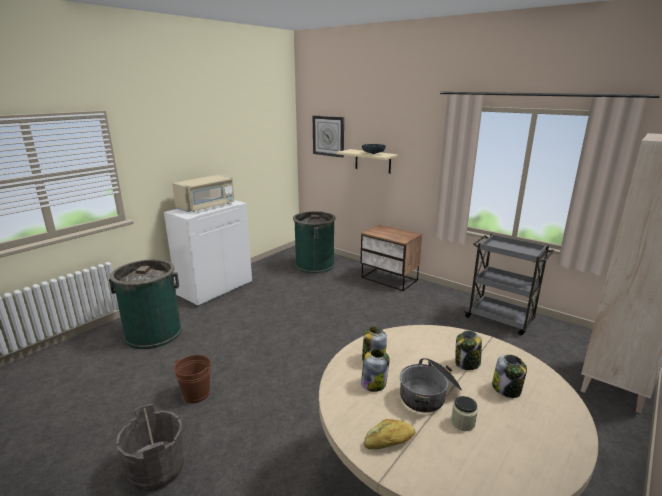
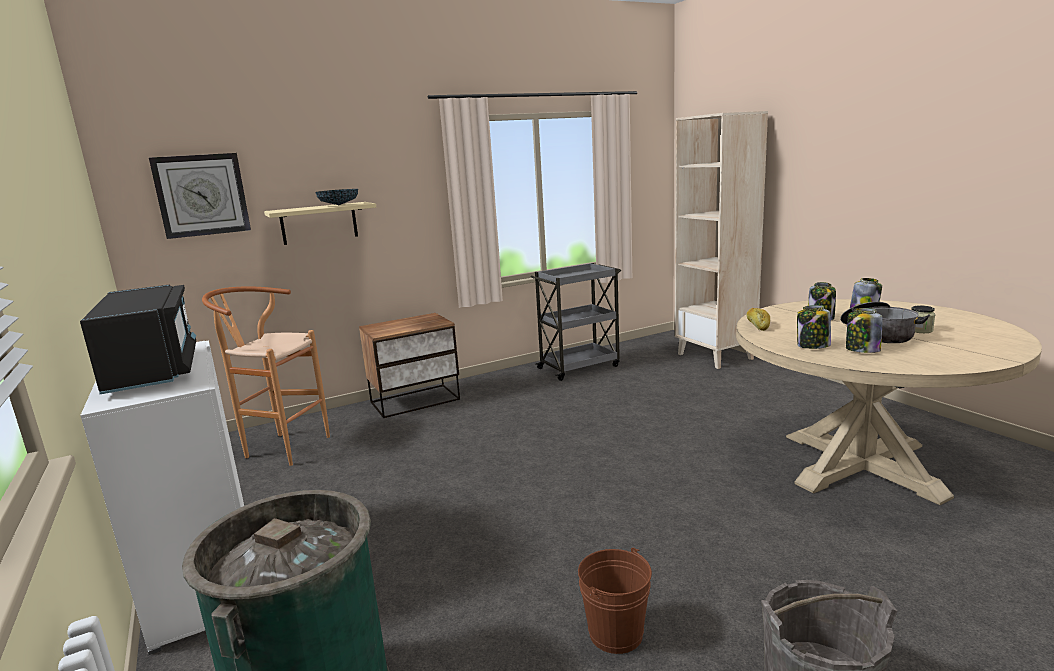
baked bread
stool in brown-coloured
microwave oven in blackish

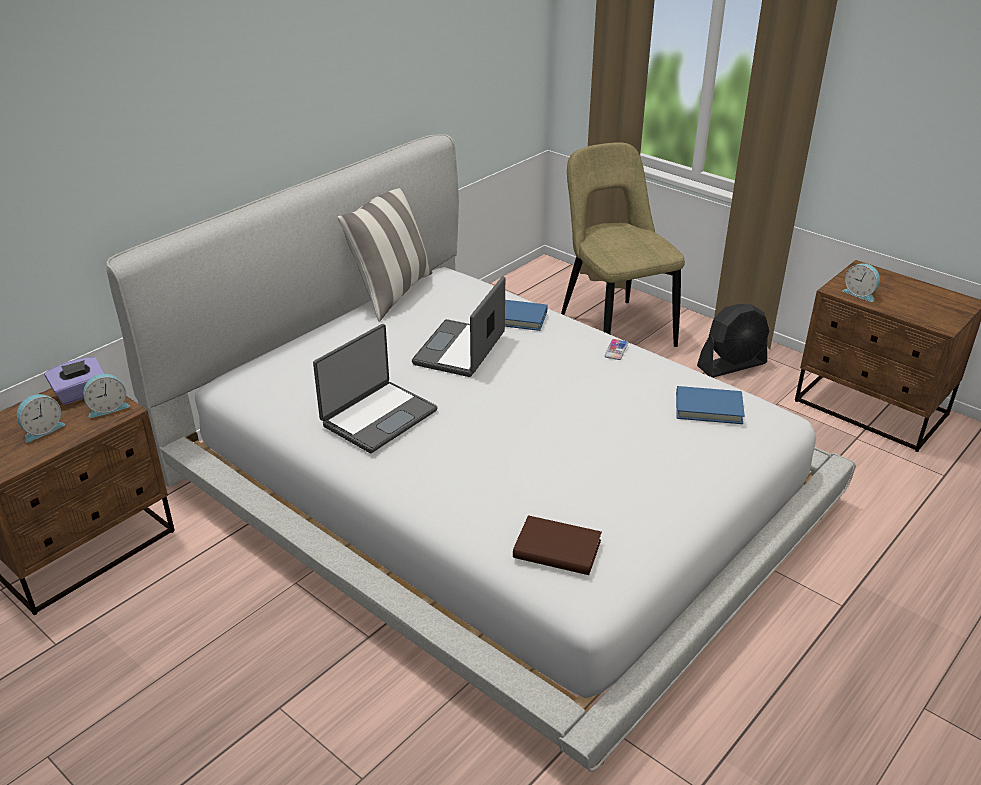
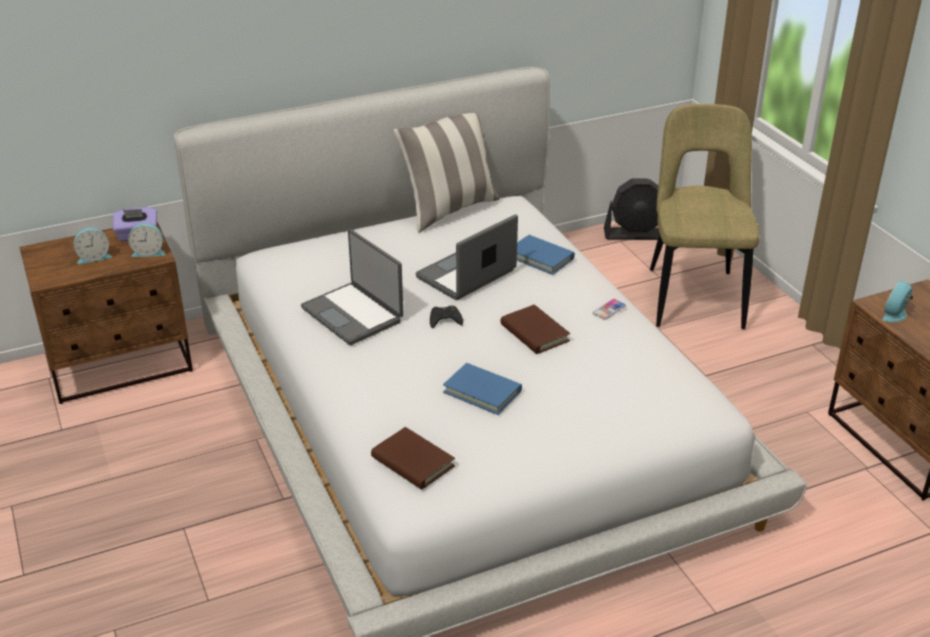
gamepad in blackish
volume in brown-coloured (no. 2 from left)
volume in blue (no. 1 from left)
electric fan in blackish
laptop (no. 1 from left)
bedside clock (no. 3 from left)

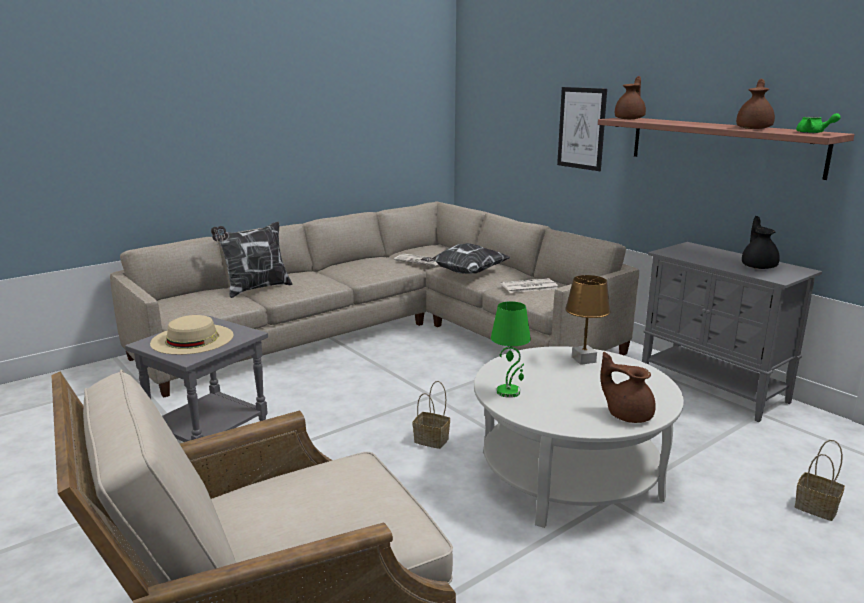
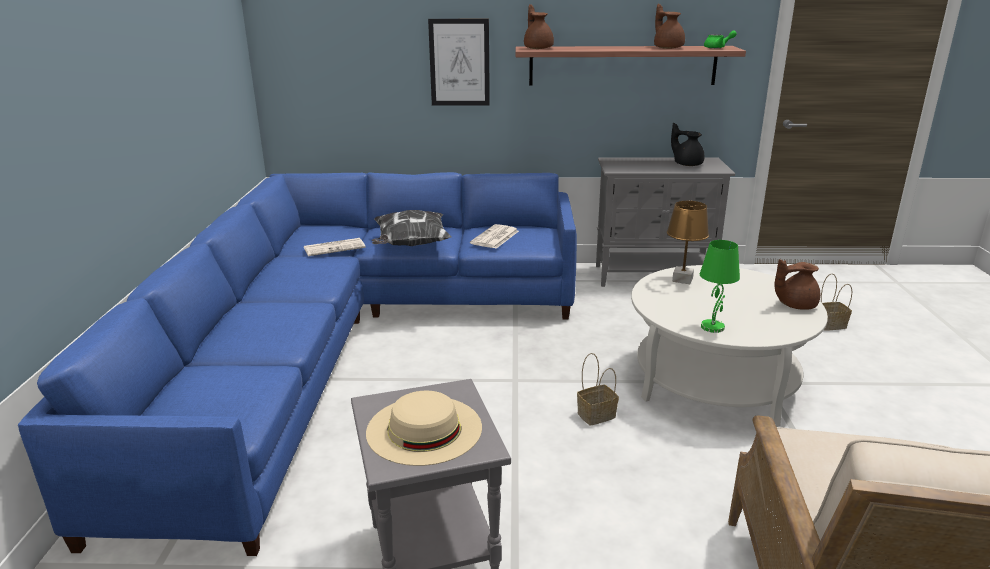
cushion (no. 1 from left in the first image)
couch in blue

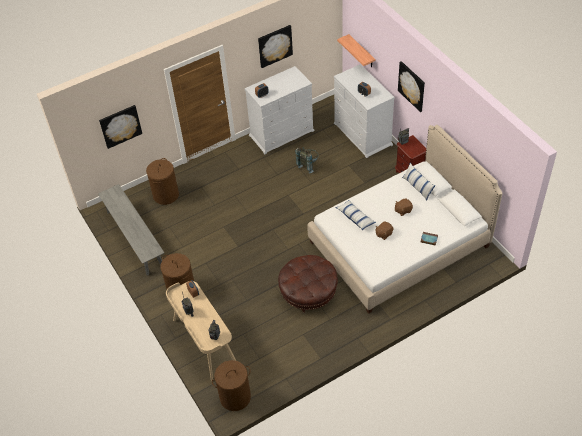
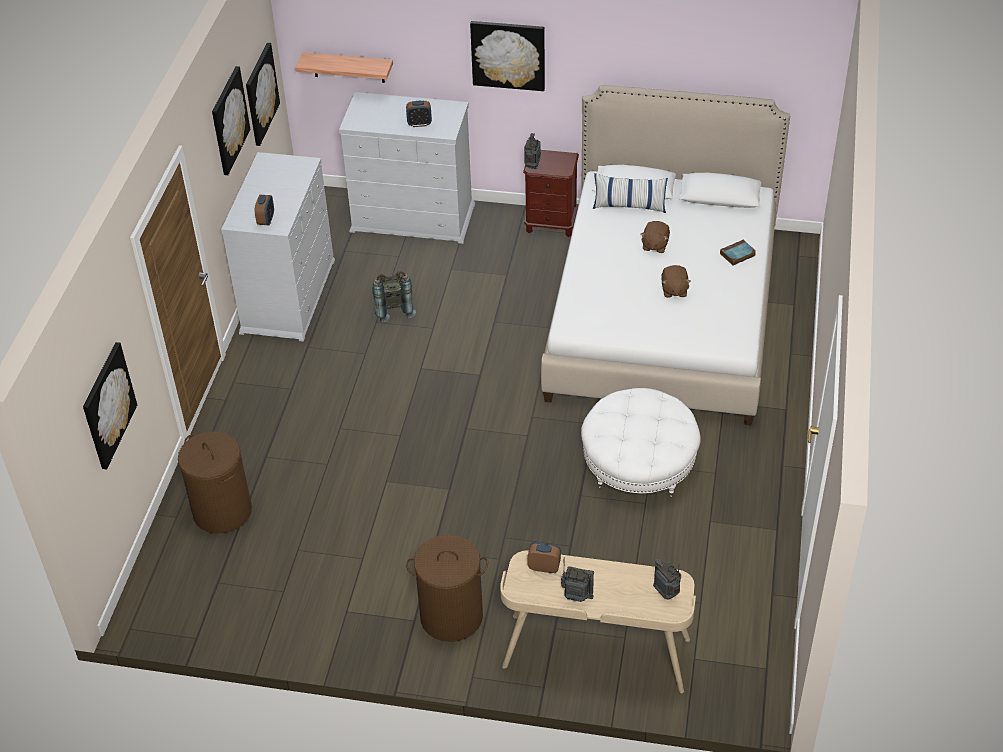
indoor bench in grey
washing basket in brown-coloured (no. 3 from left in the first image)
cushion (no. 1 from left in the first image)
wall art (no. 3 from left)
pouffe in whitish

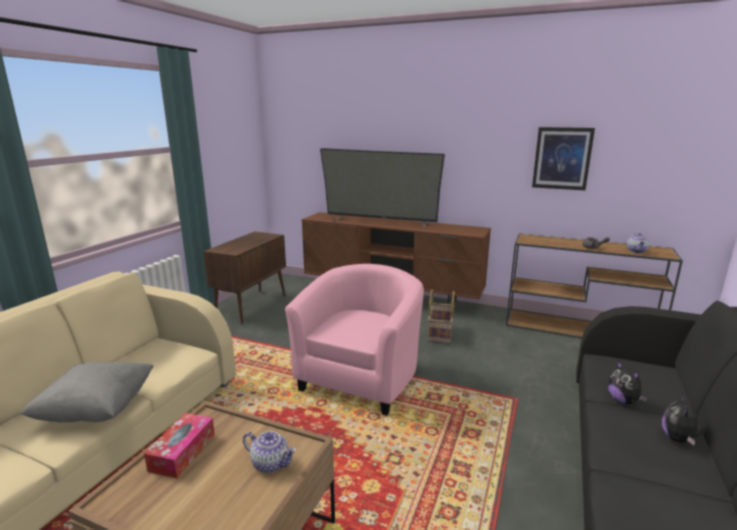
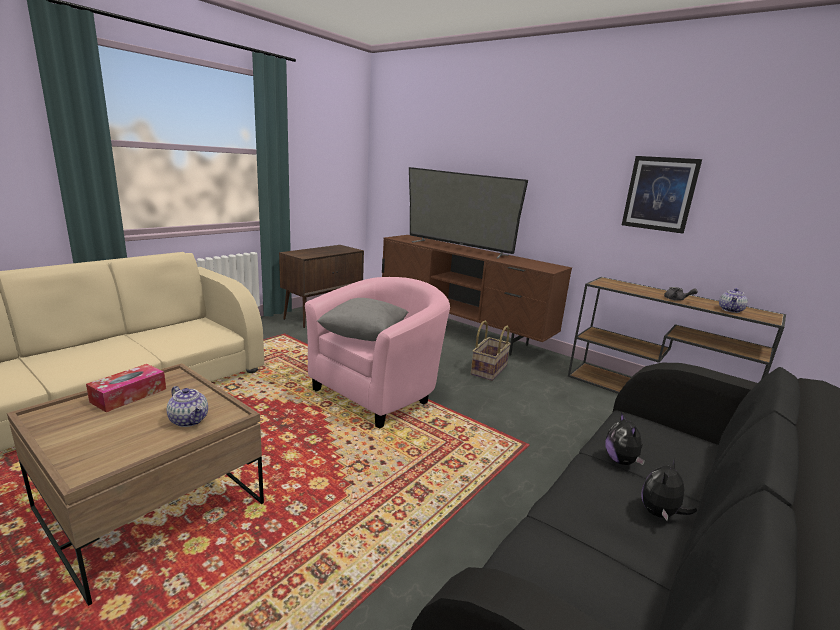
cushion in grey

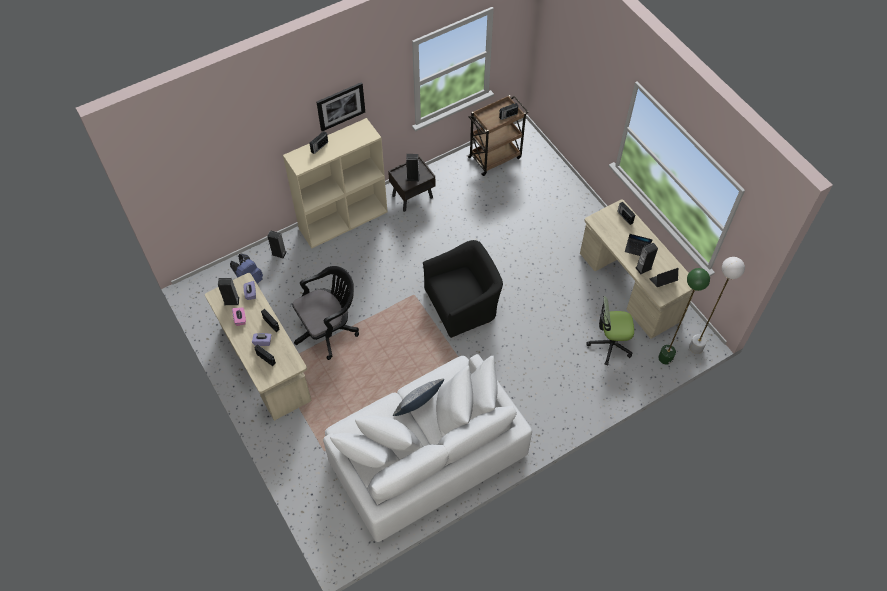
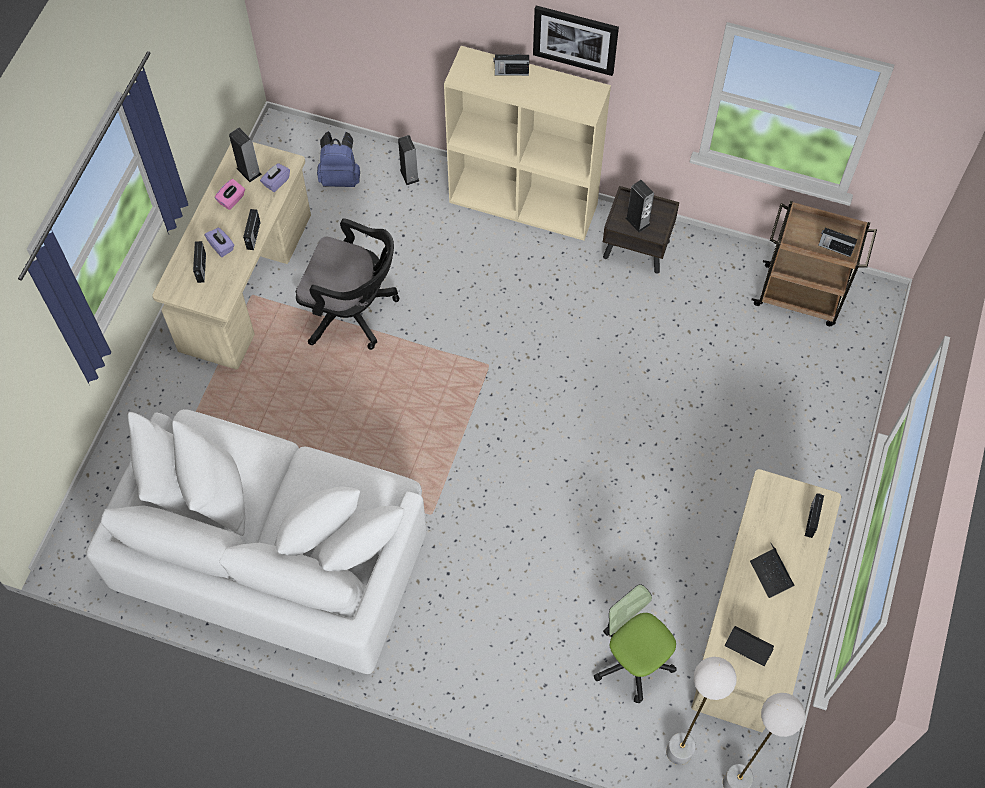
cushion
lounge chair in blackish
speaker (no. 4 from left in the first image)
floor lamp in whitish (no. 1 from left)

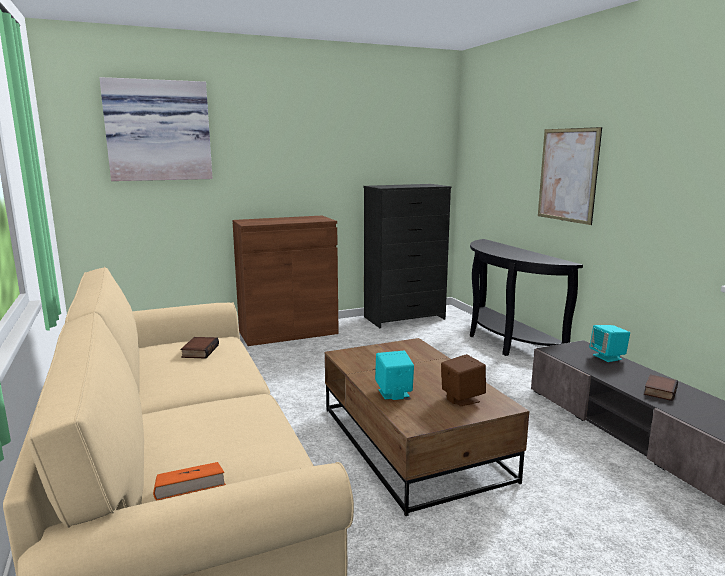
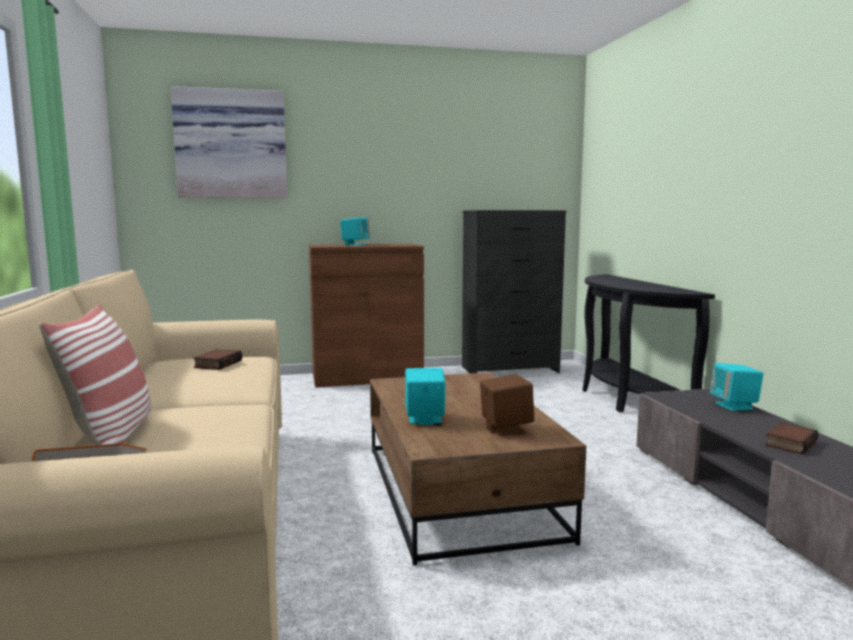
wall art (no. 2 from left in the first image)
cushion
speaker in blue-green (no. 1 from left)

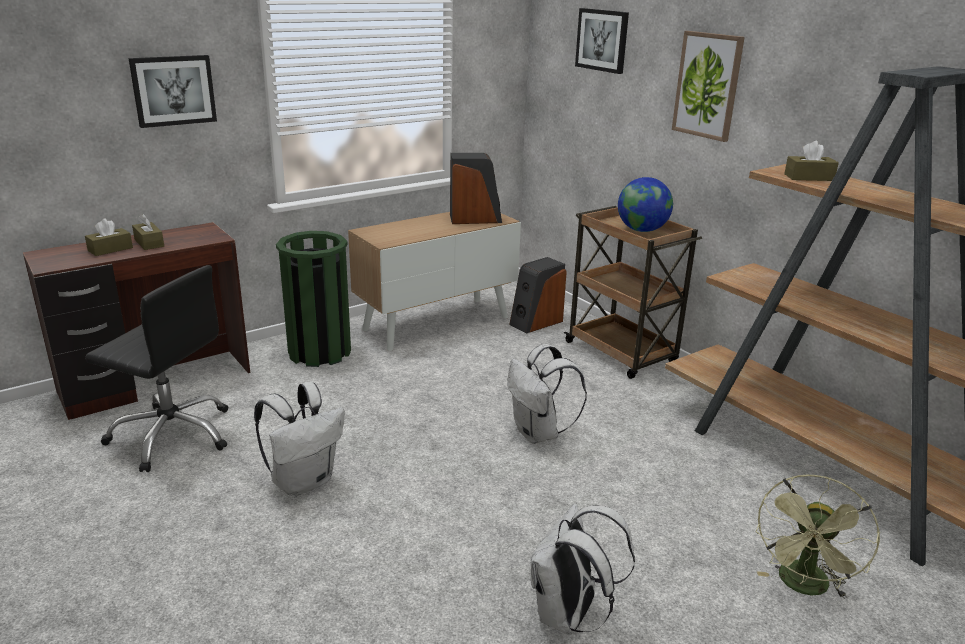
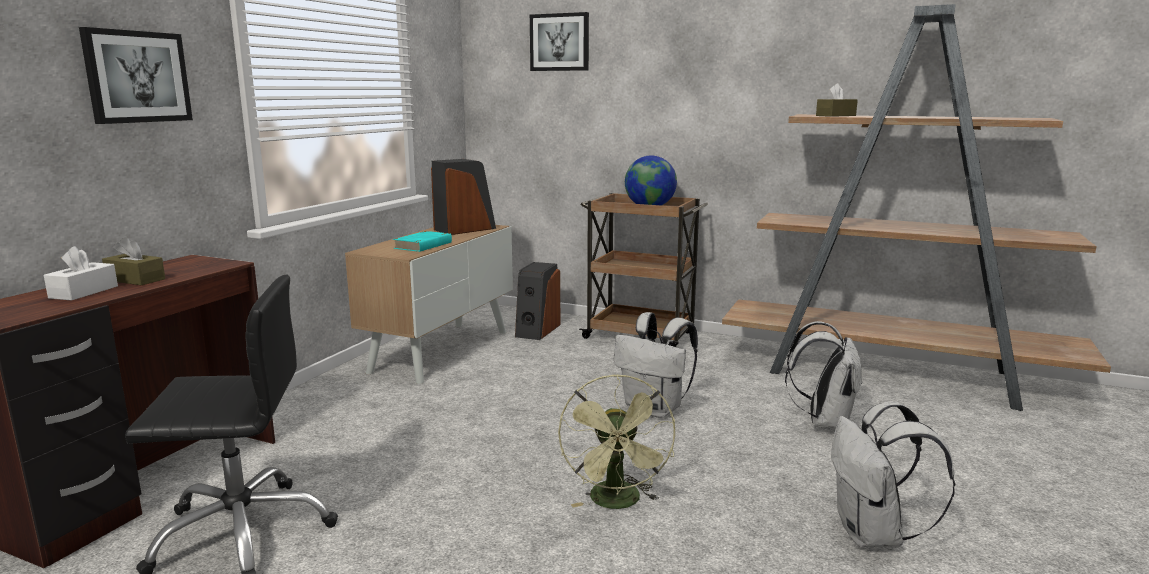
rubbish bin in green-coloured
wall art (no. 3 from left in the first image)
volume in blue-green
knapsack in whitish (no. 2 from left)
electric fan in green-coloured
tissue box in whitish

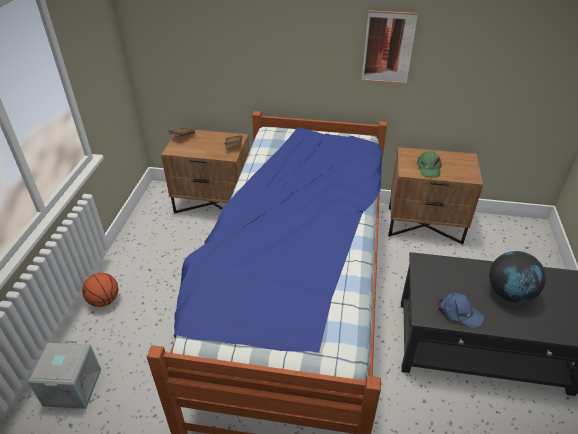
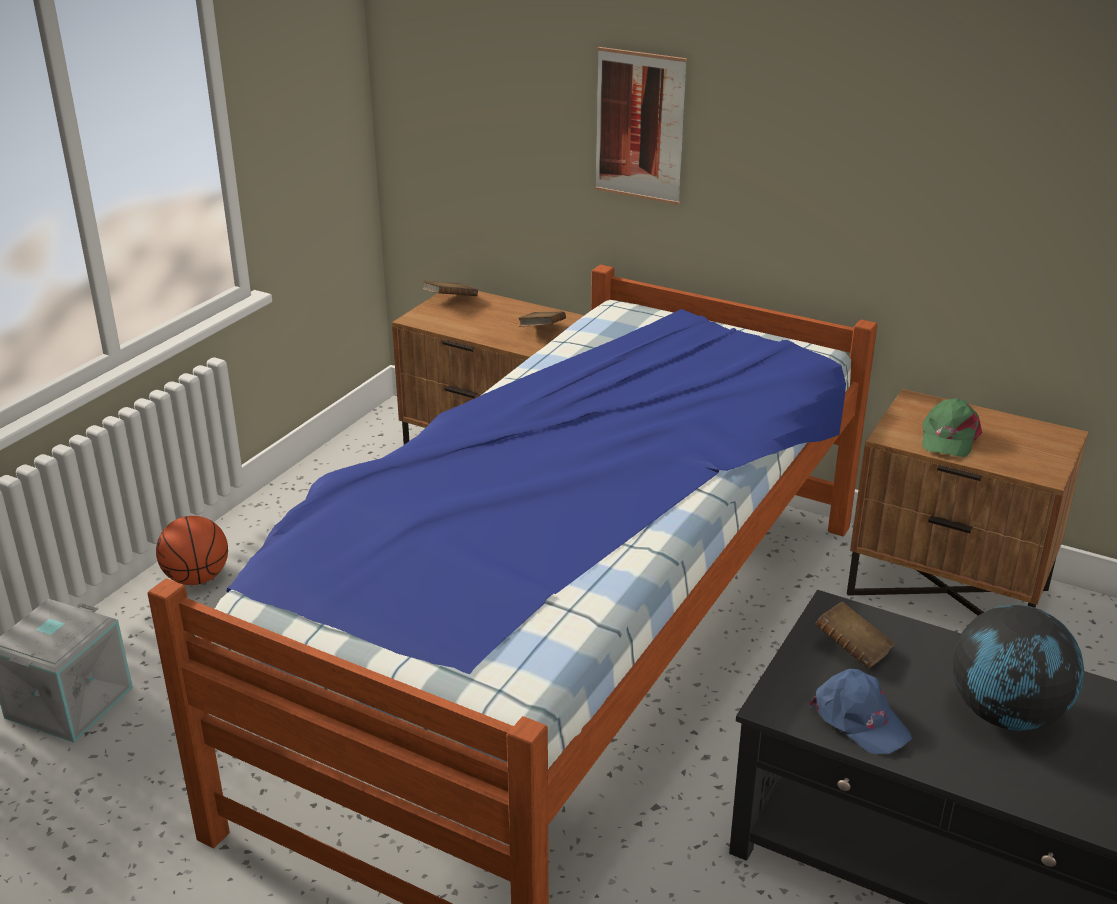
volume in brown-coloured (no. 3 from left)
wall art

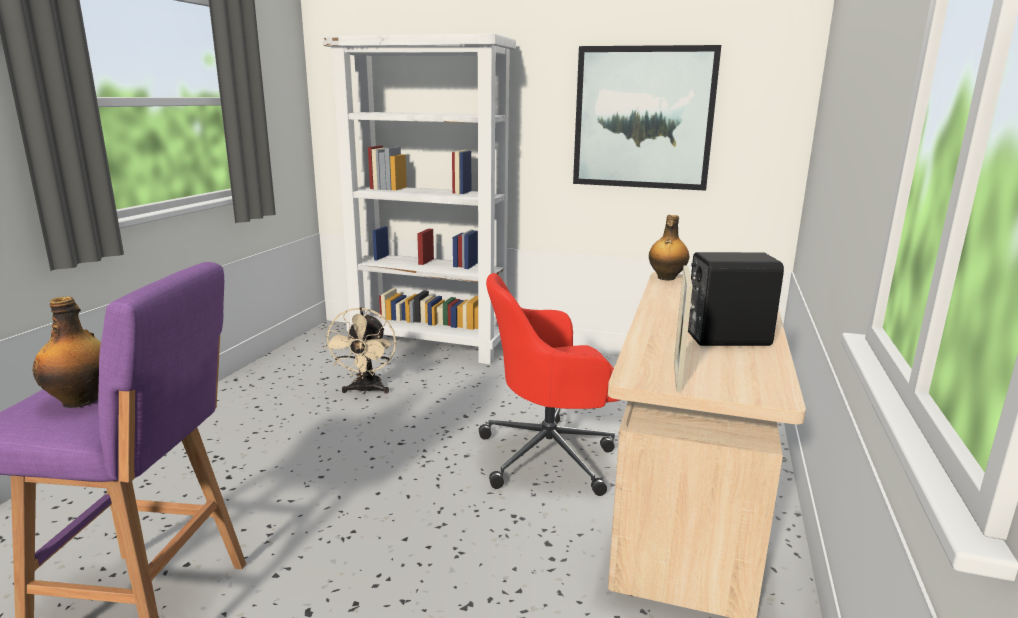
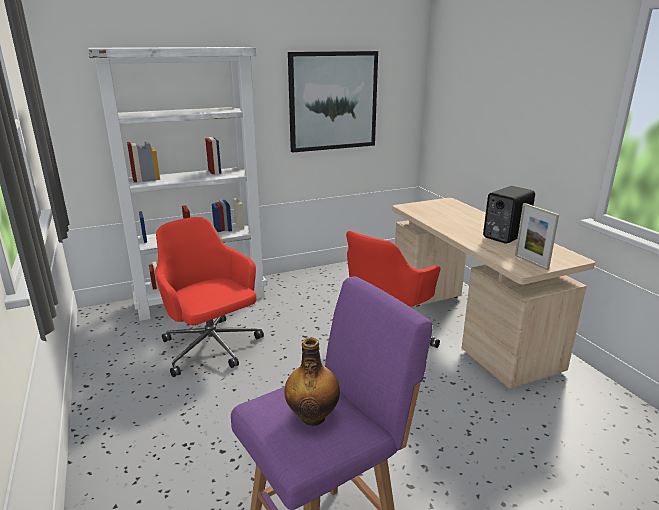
bottle (no. 2 from left in the first image)
desk chair in reddish (no. 1 from left)

